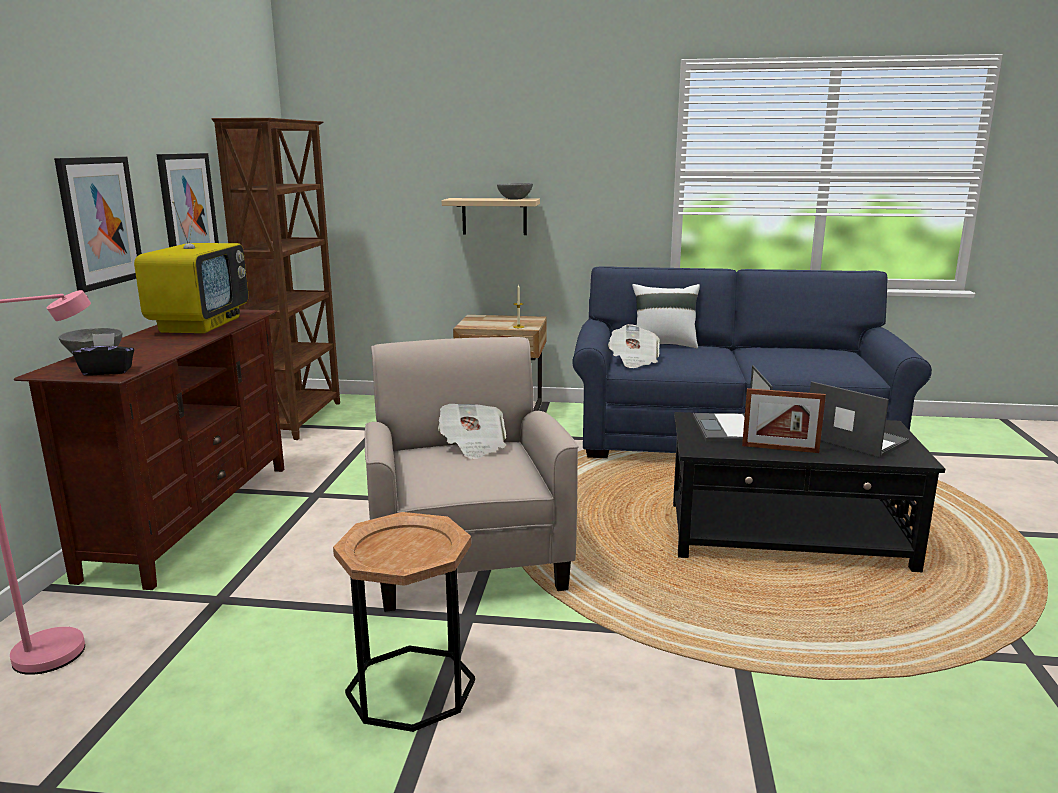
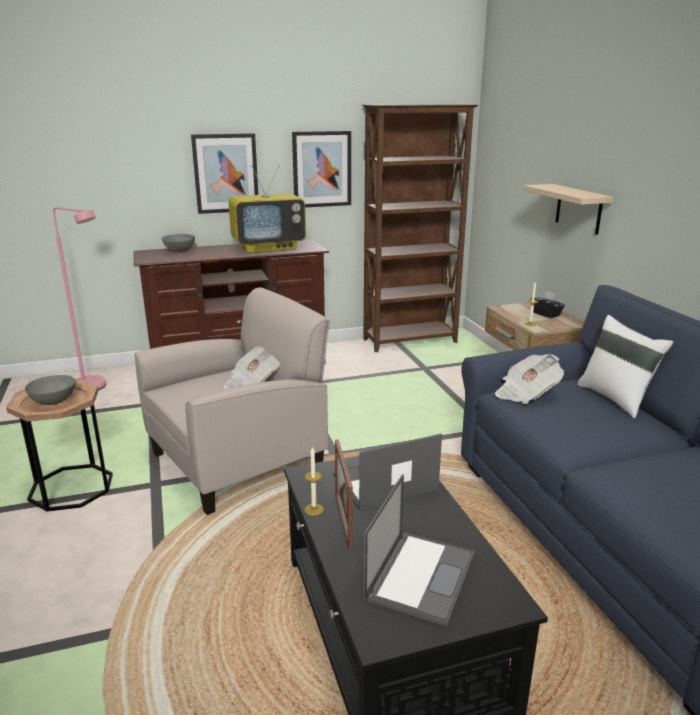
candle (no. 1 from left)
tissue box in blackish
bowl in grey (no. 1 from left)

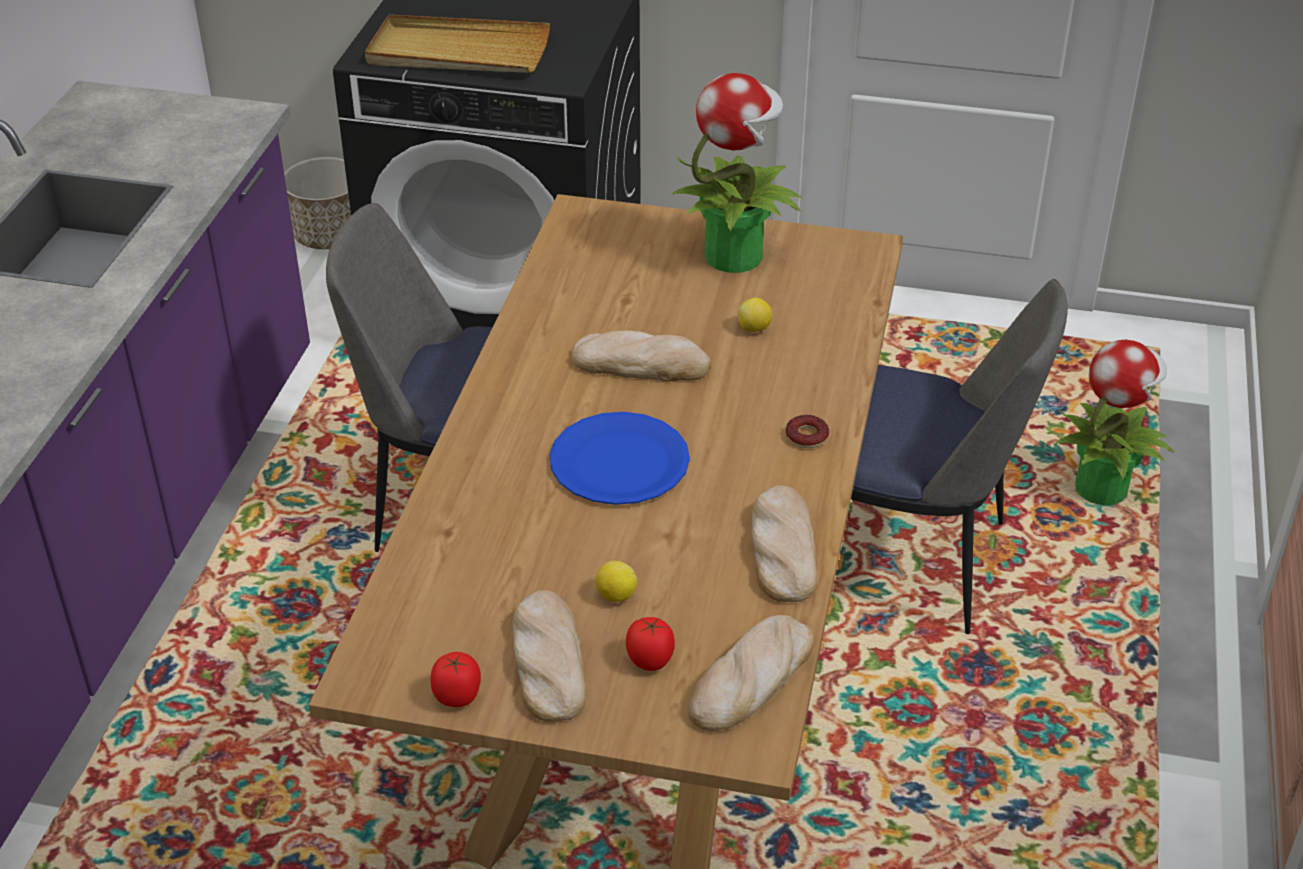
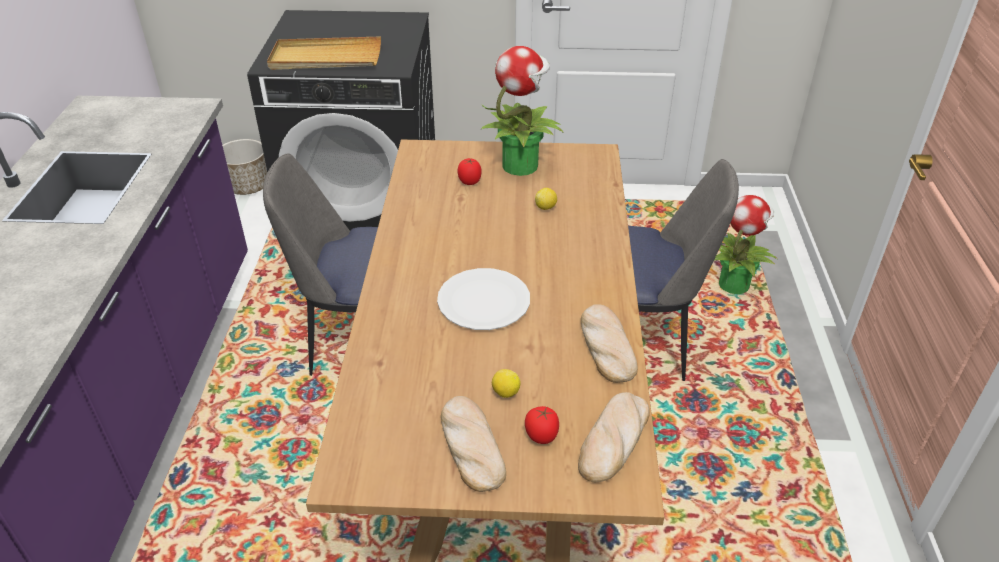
baked bread (no. 2 from left in the first image)
ring doughnut
fresh tomato (no. 1 from left)
dinner plate in whitish

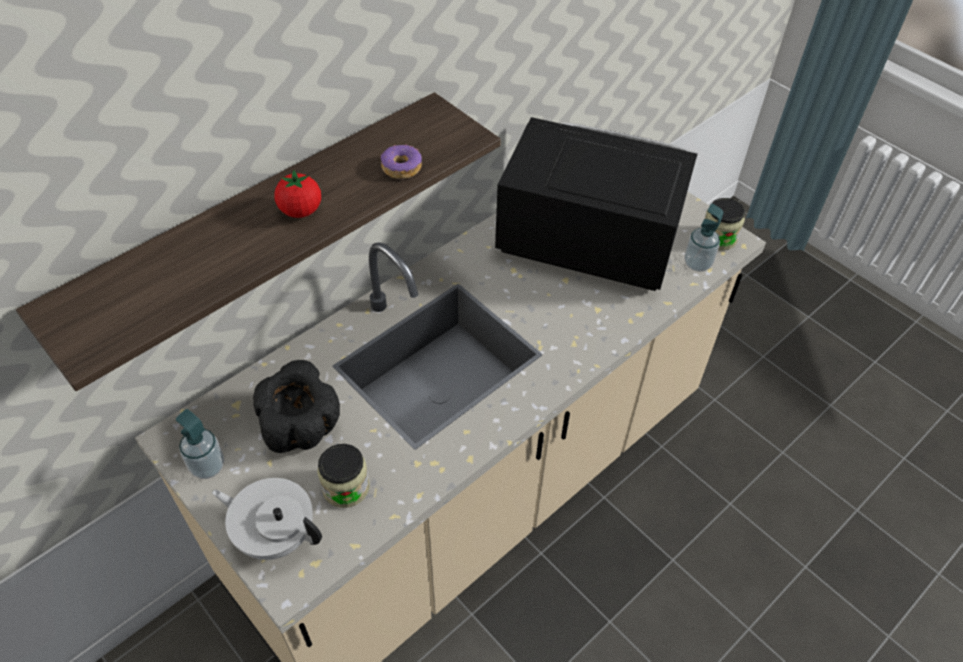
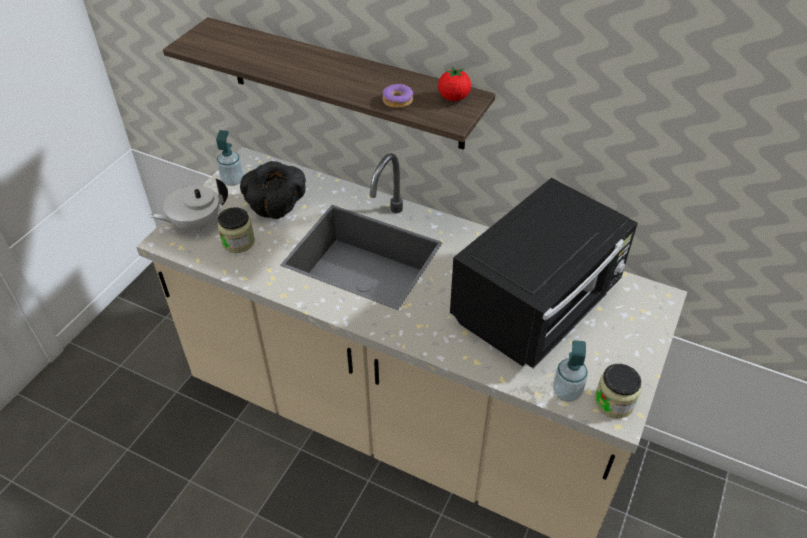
fresh tomato
tea pot in whitish
microwave oven in blackish

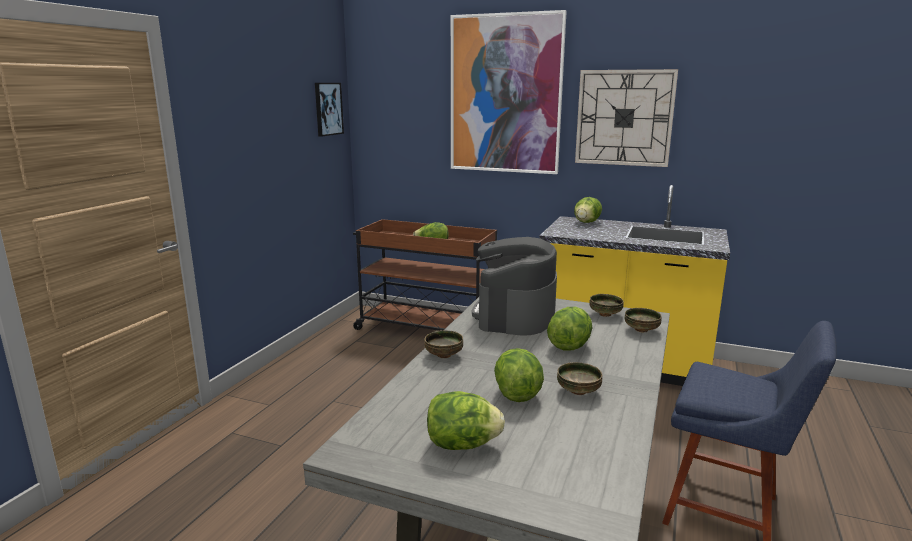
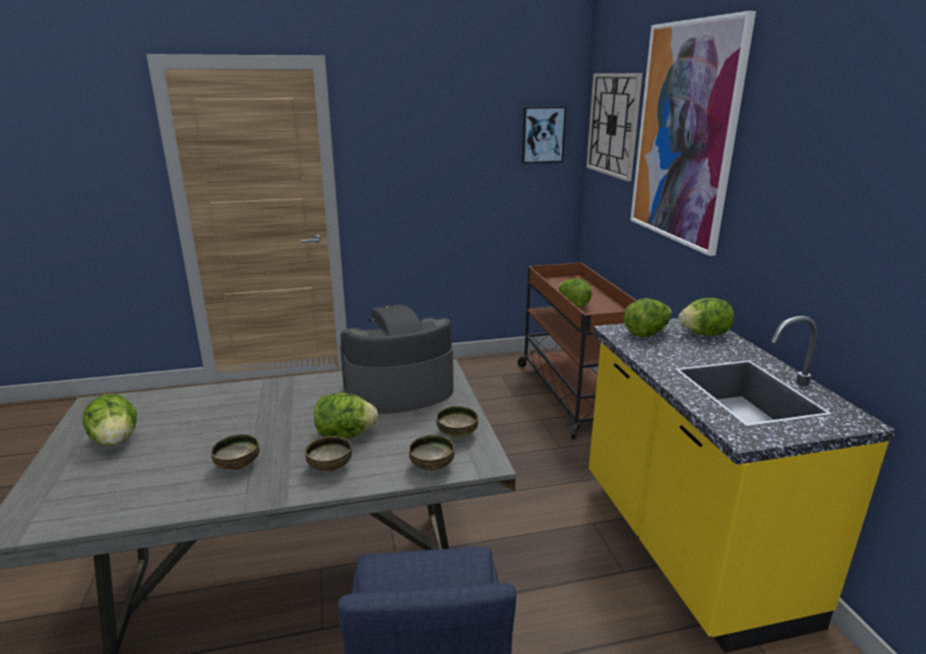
bowl (no. 2 from left)
head of lettuce (no. 4 from left)
clock on the wall

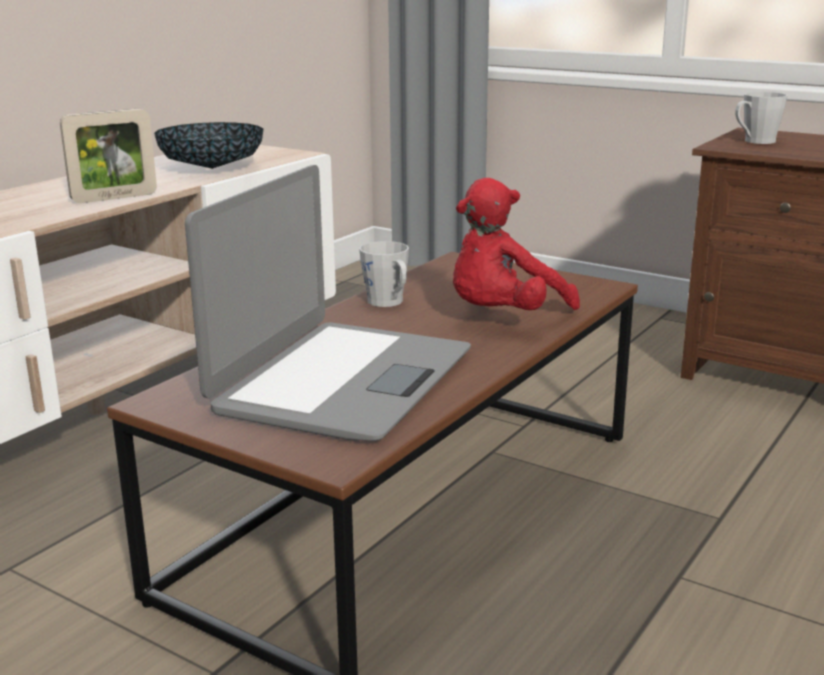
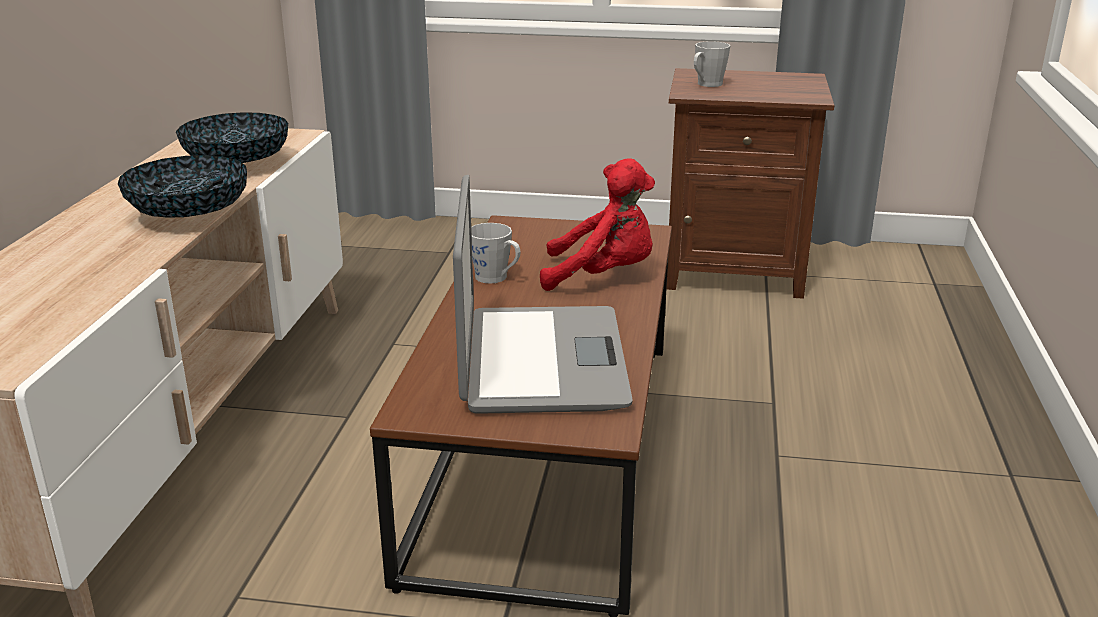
bowl (no. 1 from left)
plush toy in reddish

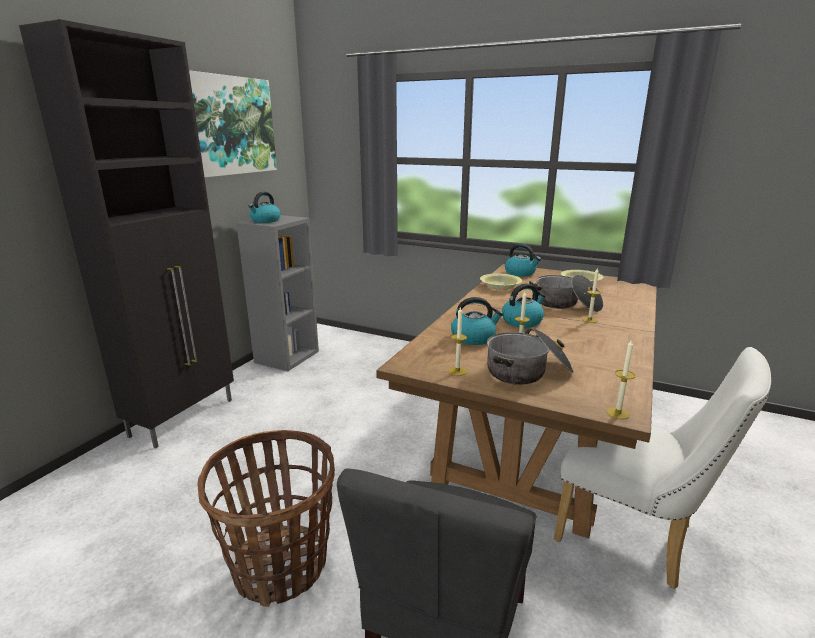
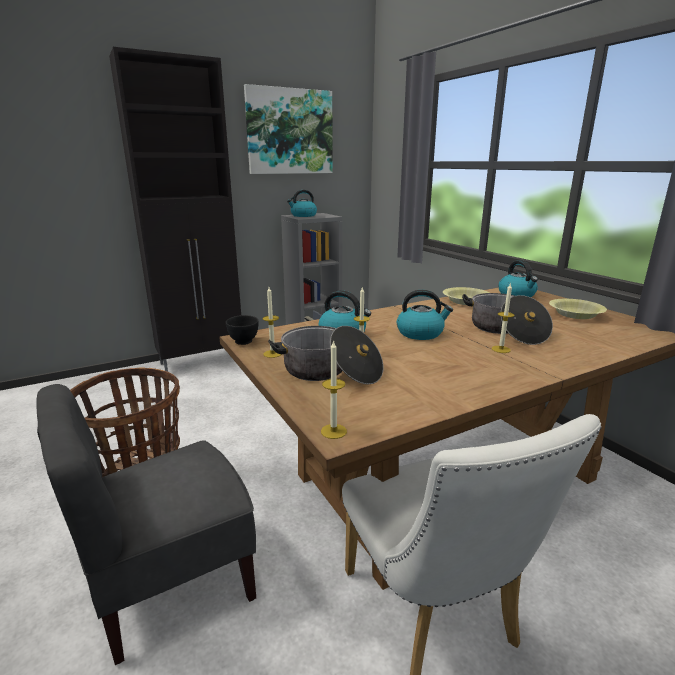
bowl in blackish

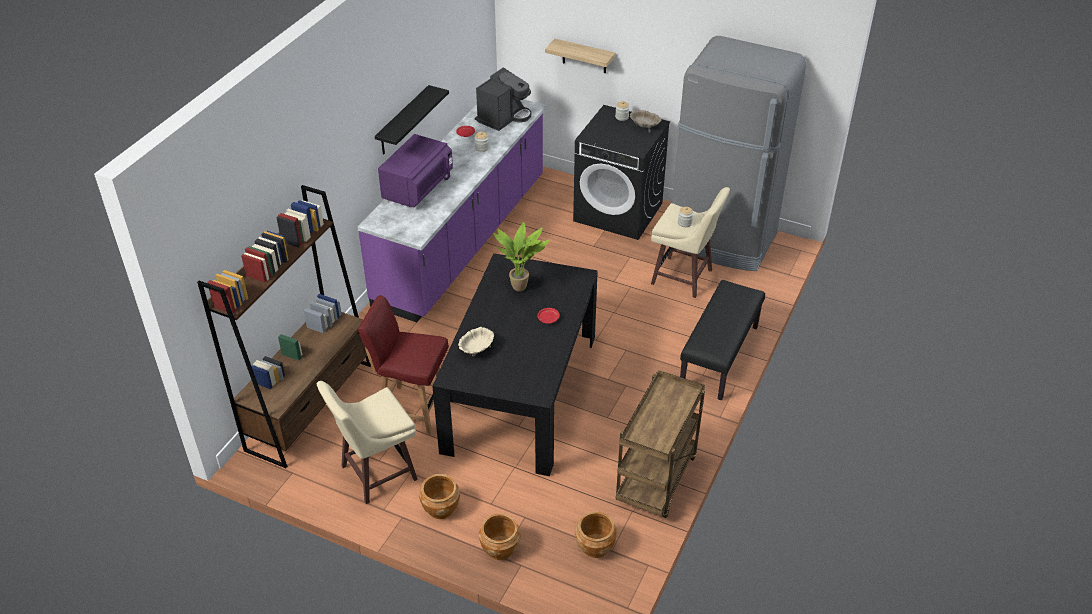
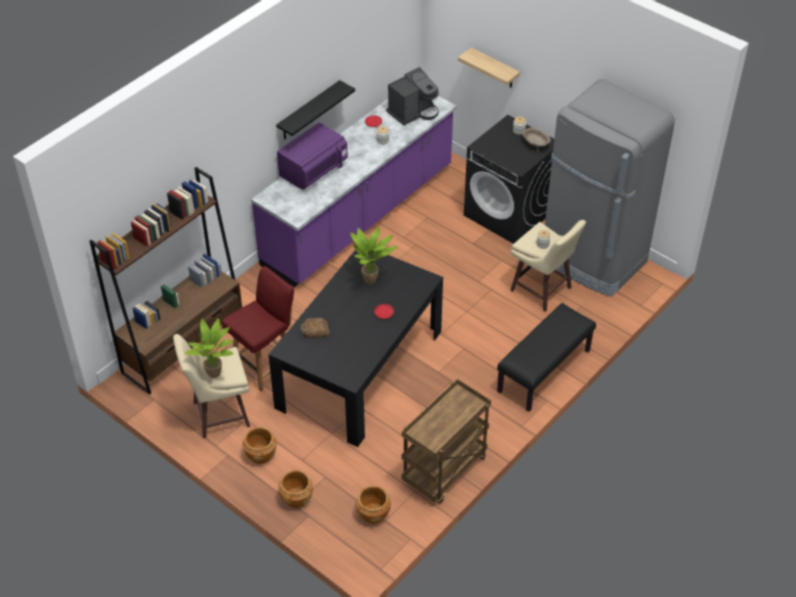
potted plant (no. 1 from left)
baked bread
upright chair in reddish

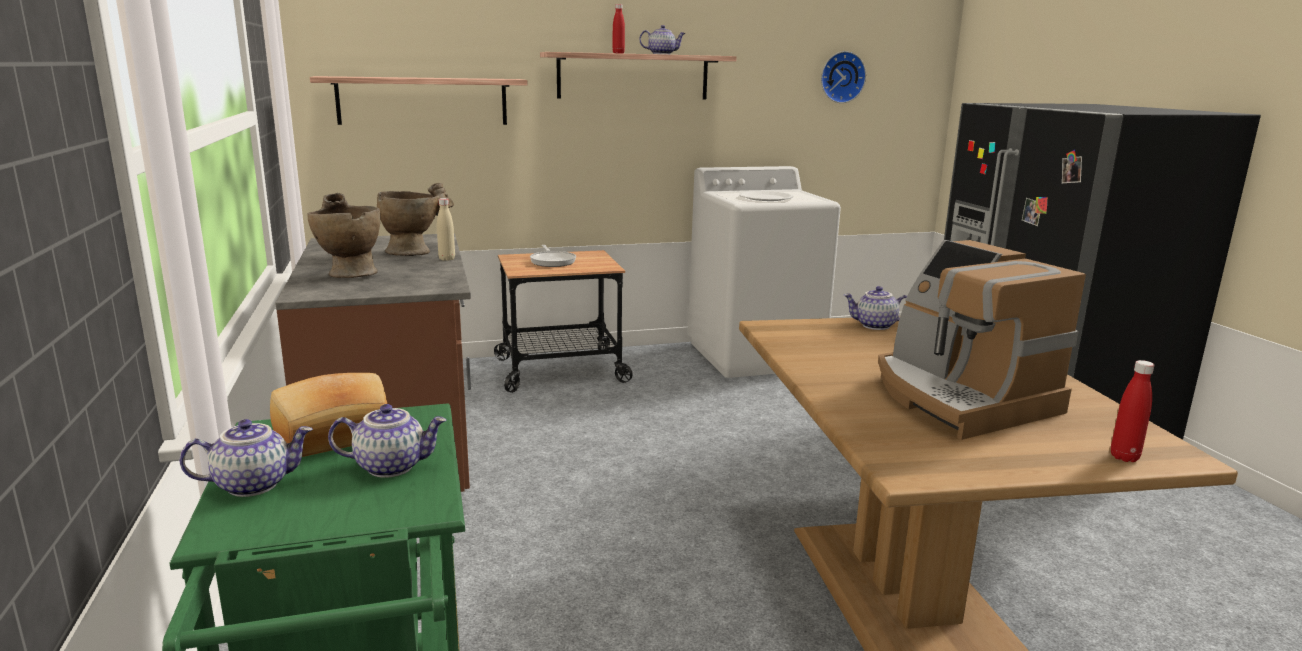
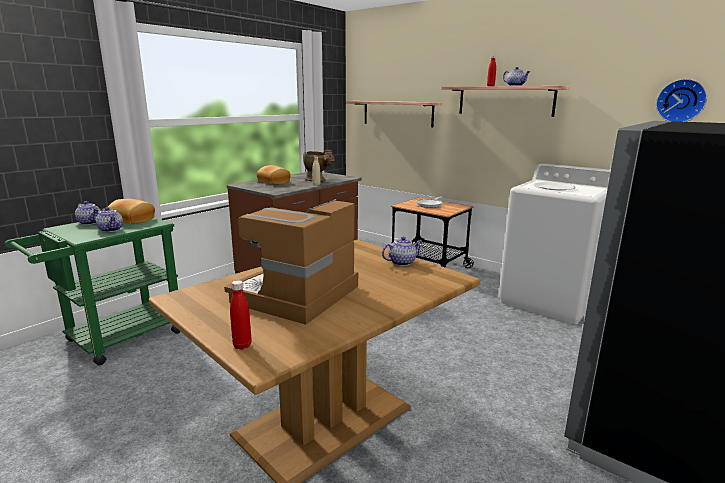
baked bread (no. 2 from left)
tea pot (no. 3 from left)

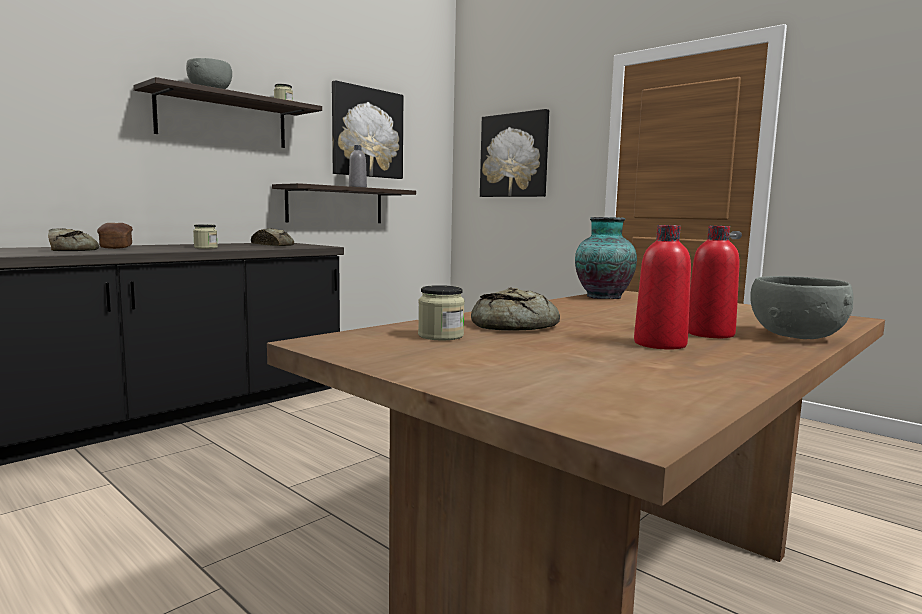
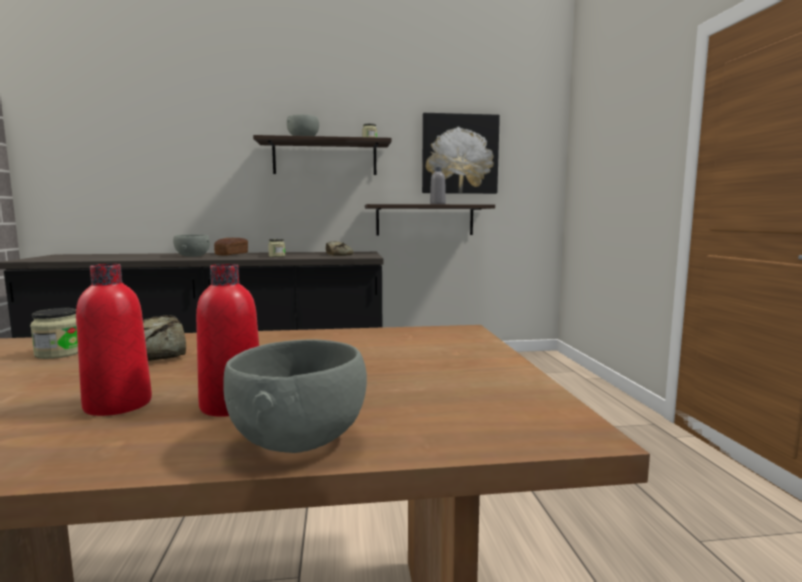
wall art (no. 2 from left in the first image)
decorative vase
bowl in grey (no. 1 from left)

